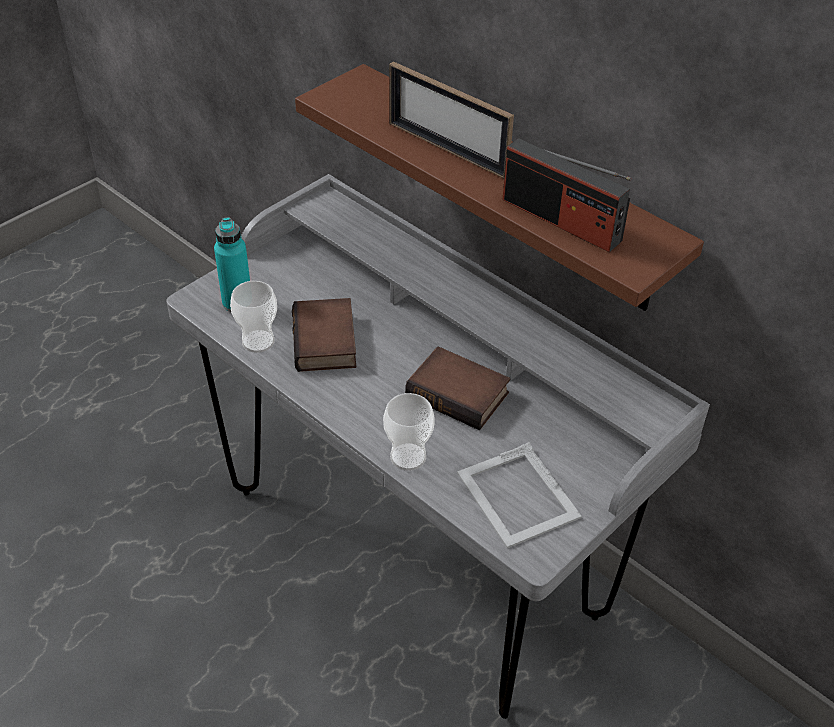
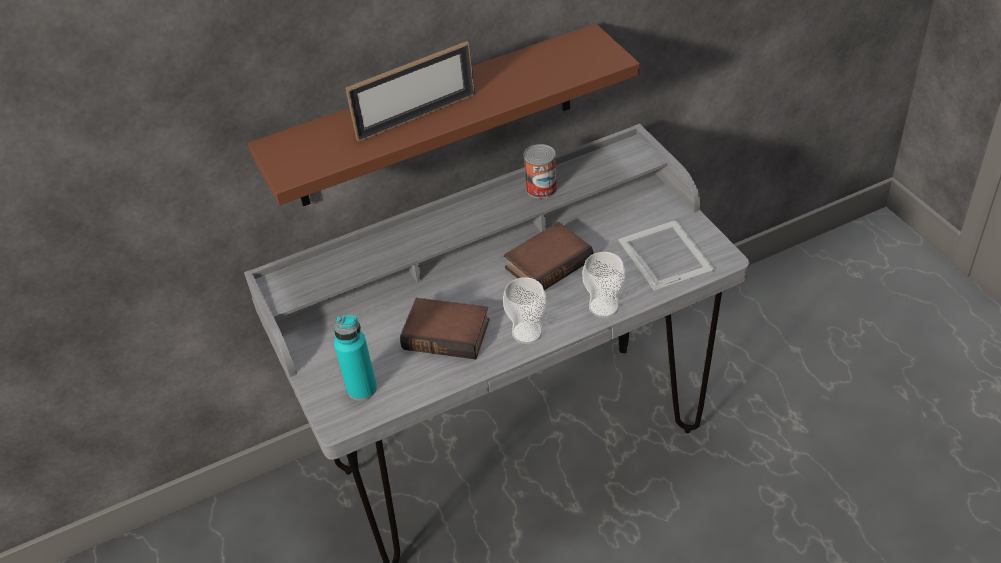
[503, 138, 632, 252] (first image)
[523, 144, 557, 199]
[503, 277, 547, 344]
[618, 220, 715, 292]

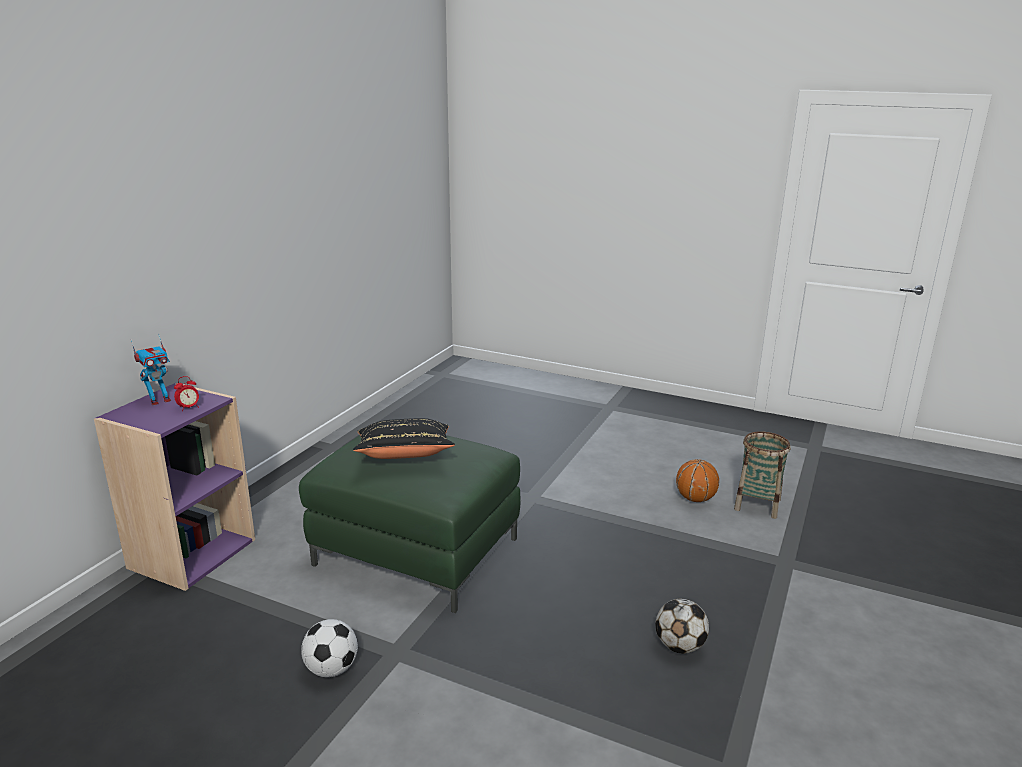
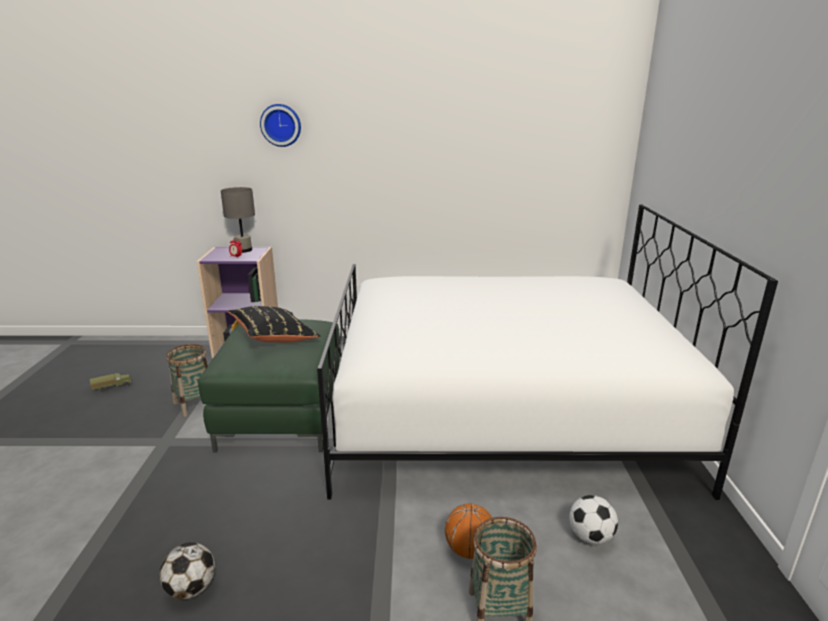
[90, 373, 131, 392]
[166, 344, 208, 417]
[260, 104, 301, 147]
[317, 205, 778, 500]
[569, 495, 618, 545]
[221, 187, 255, 253]

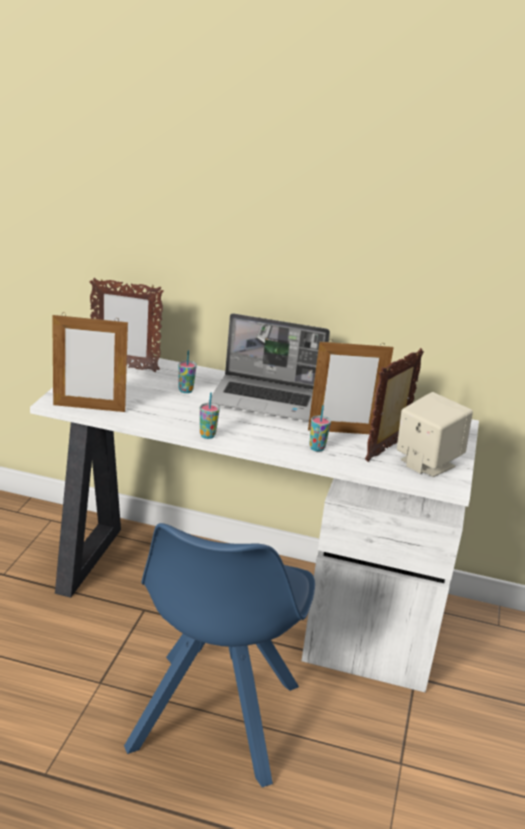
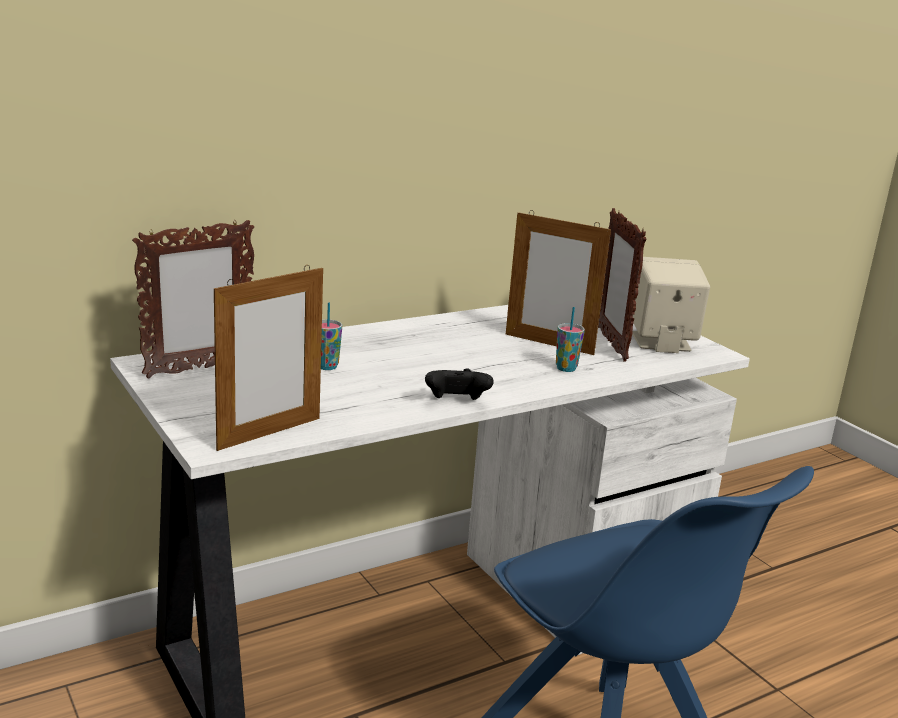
[209, 313, 330, 421] (first image)
[425, 368, 493, 400]
[506, 210, 611, 355]

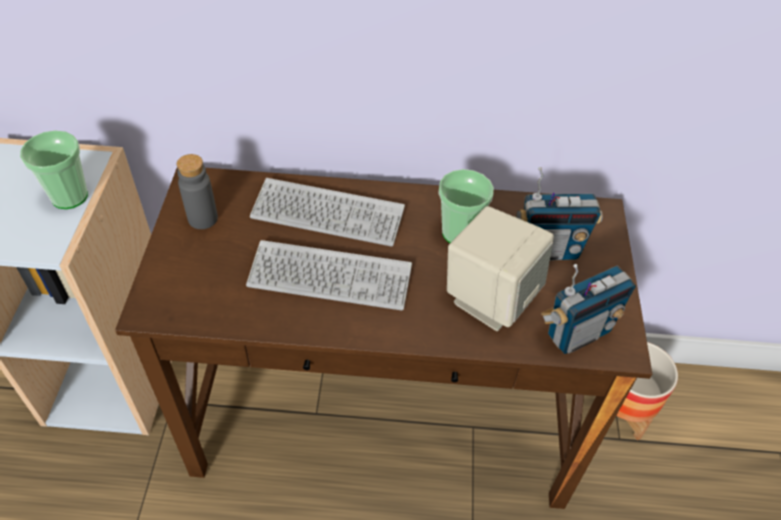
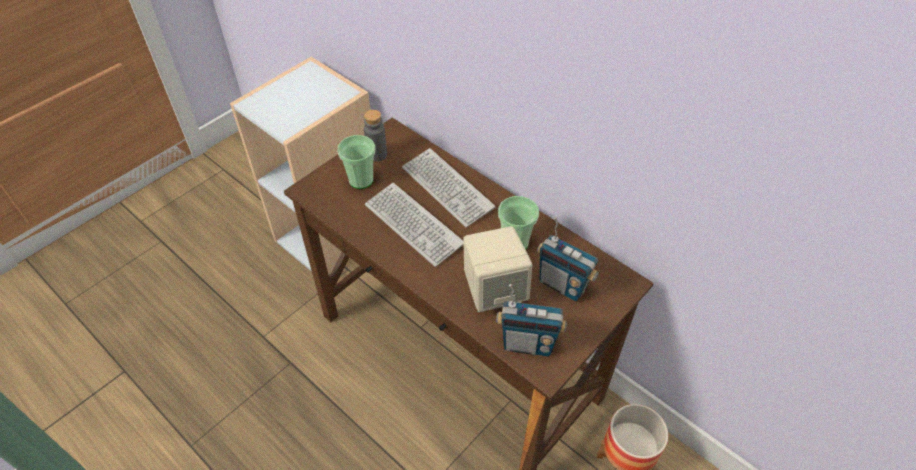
[337, 135, 375, 189]

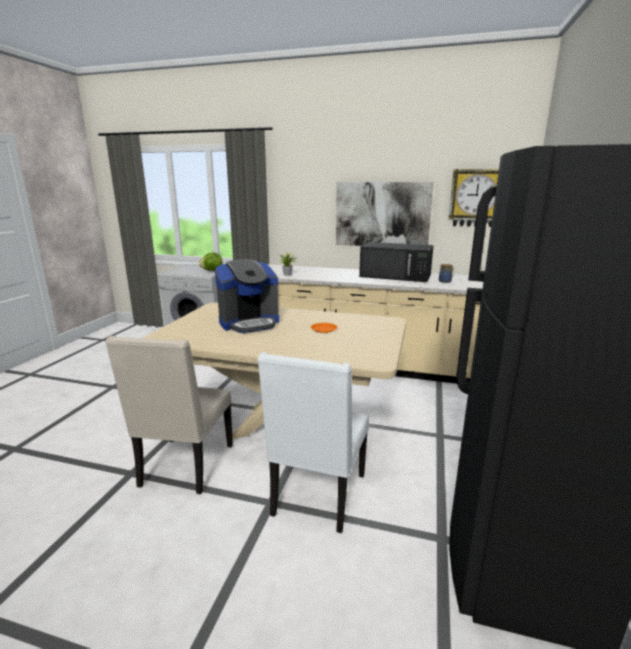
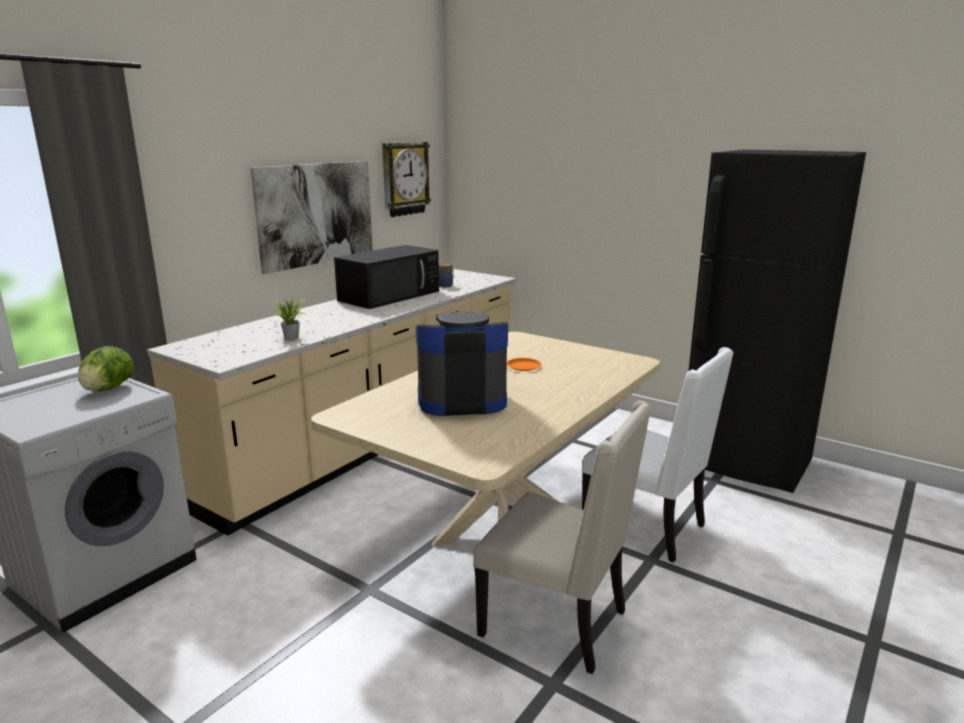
[416, 312, 508, 416]

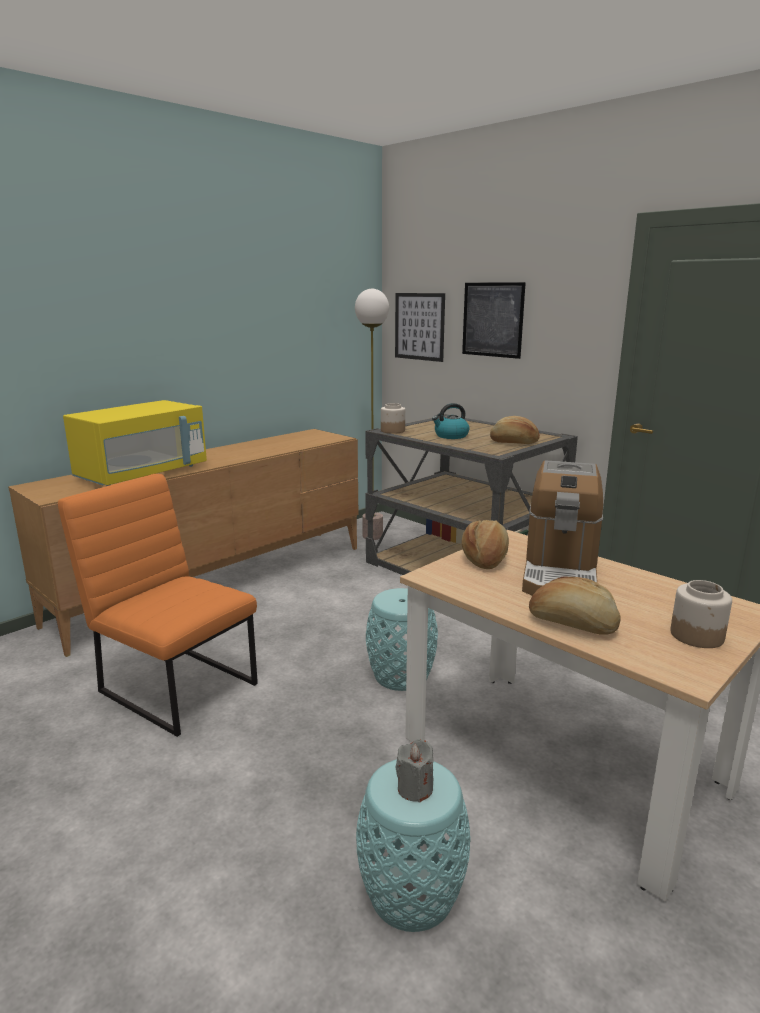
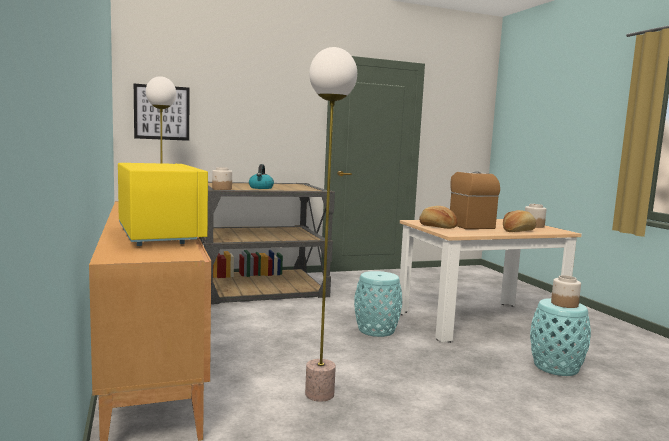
[462, 282, 526, 359] (first image)
[490, 416, 540, 444] (first image)
[305, 47, 357, 402]
[551, 275, 581, 308]
[450, 171, 500, 229]

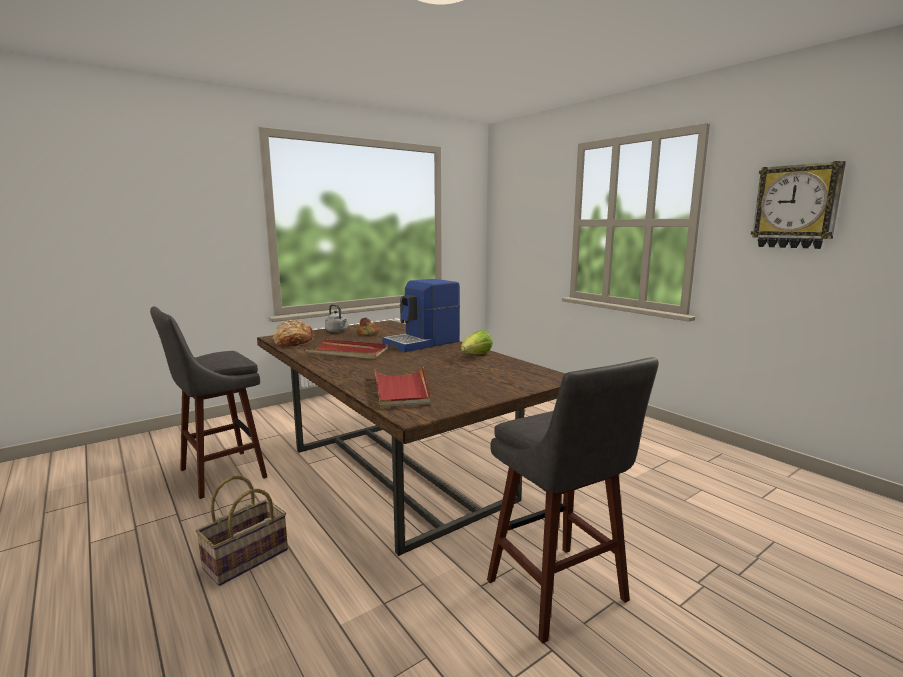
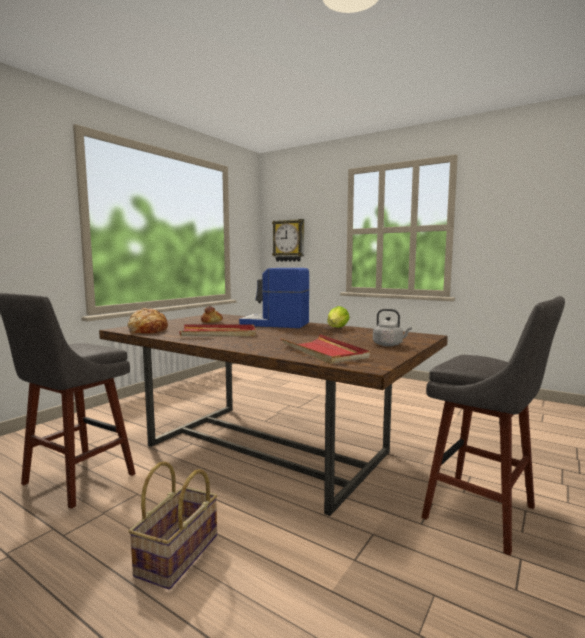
[373, 309, 412, 346]
[272, 219, 304, 261]
[239, 268, 310, 328]

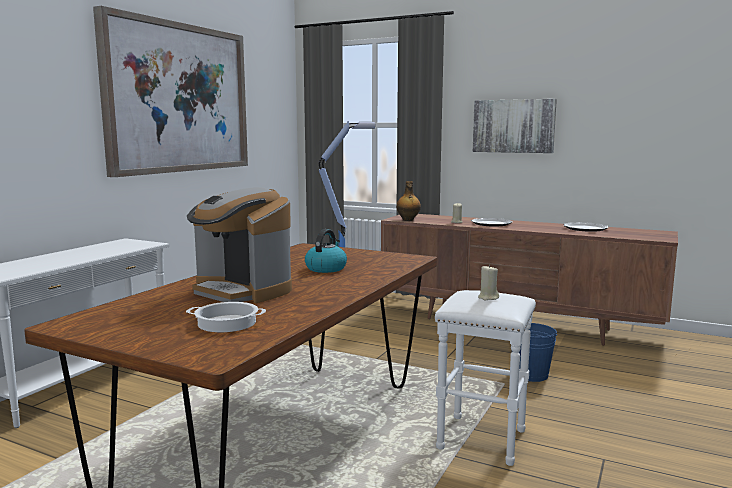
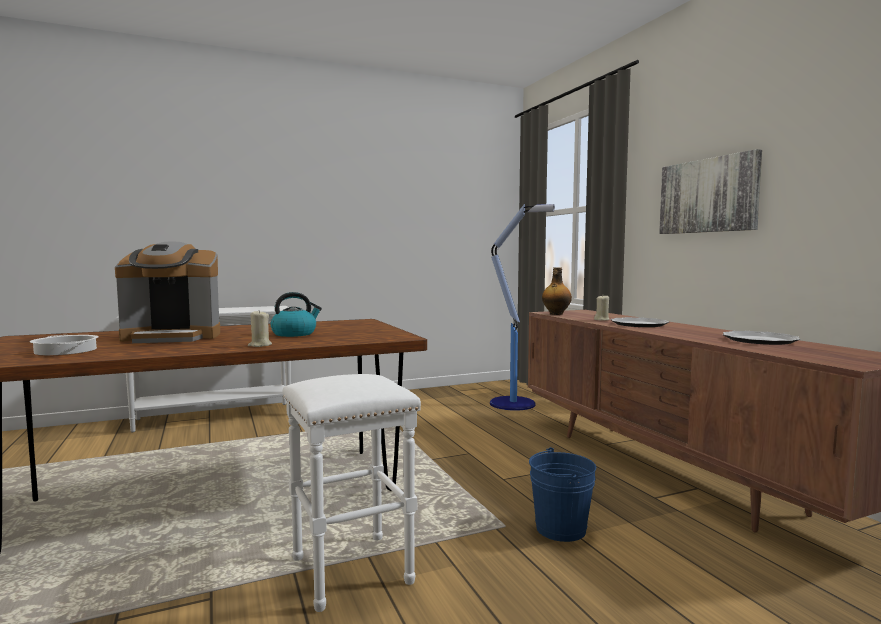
[93, 6, 248, 177] (first image)
[248, 310, 272, 347]
[115, 242, 220, 343]

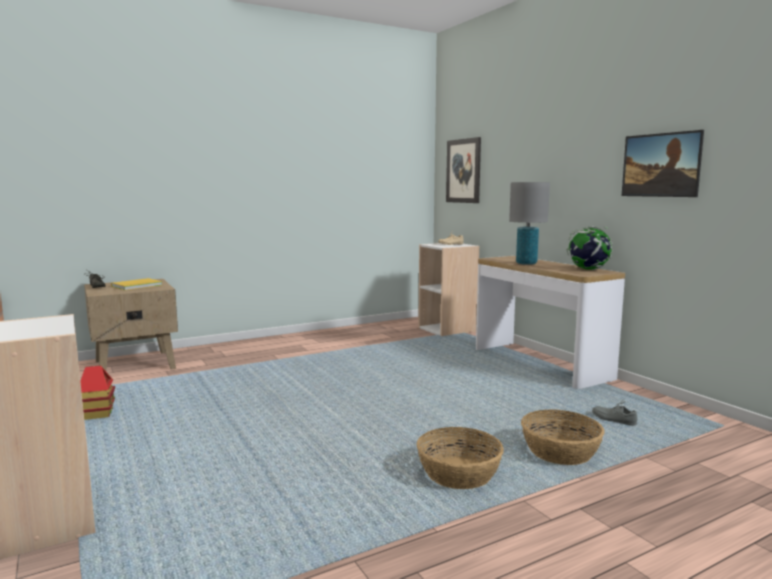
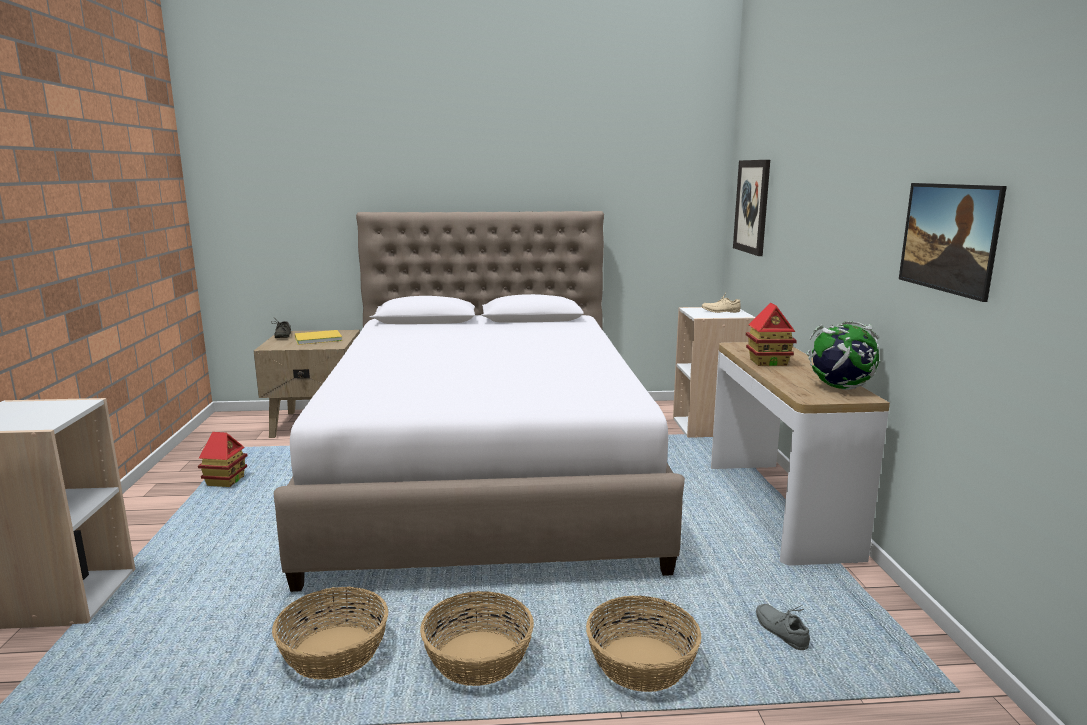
[272, 587, 388, 680]
[274, 211, 685, 592]
[746, 303, 797, 366]

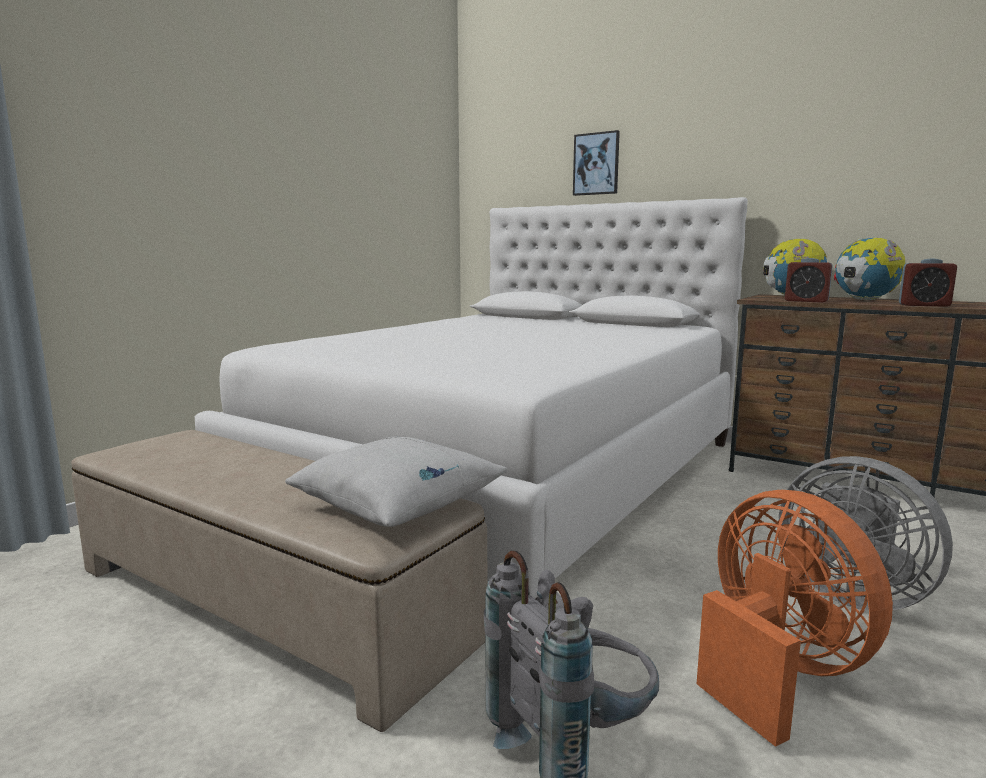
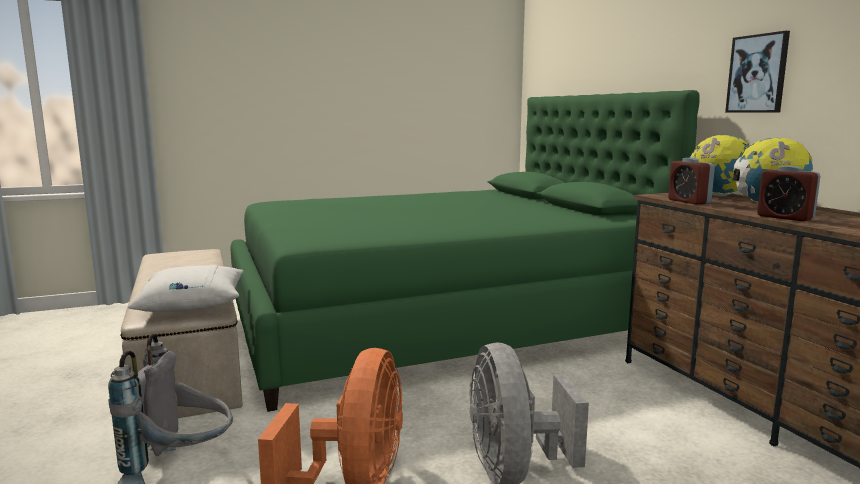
[725, 31, 790, 112]
[230, 90, 700, 412]

